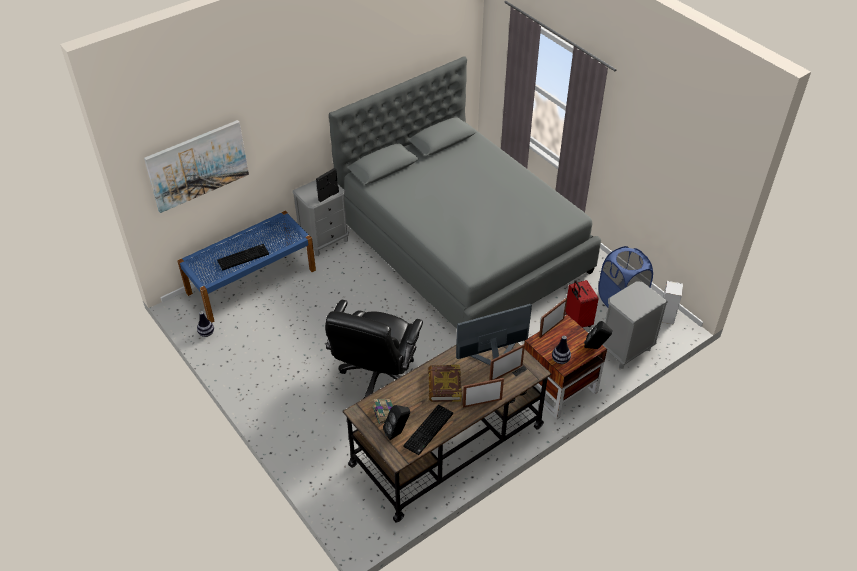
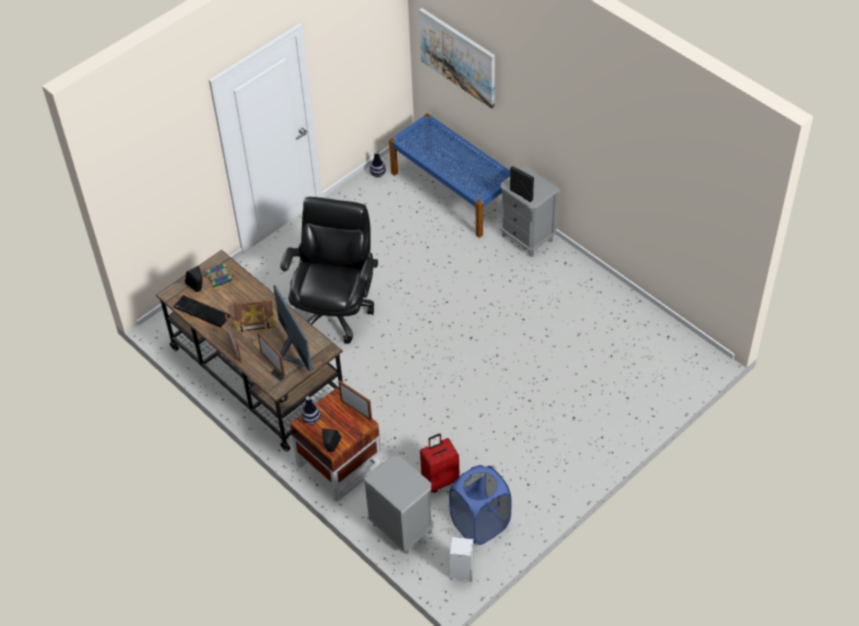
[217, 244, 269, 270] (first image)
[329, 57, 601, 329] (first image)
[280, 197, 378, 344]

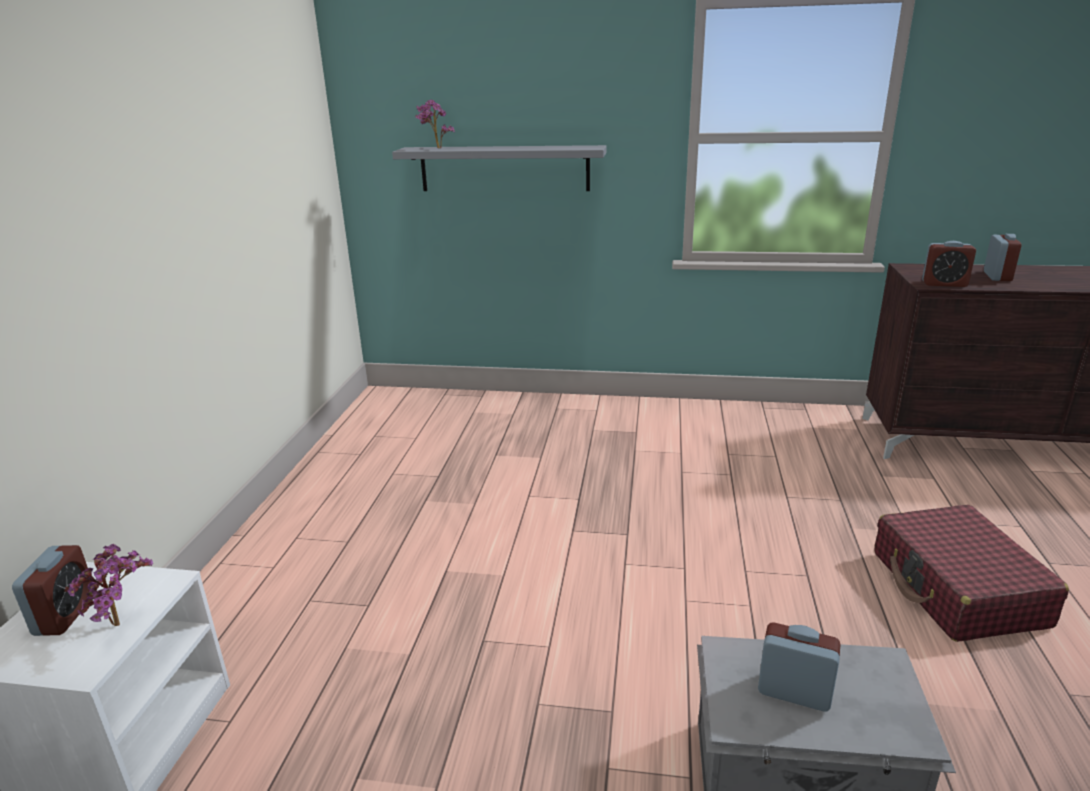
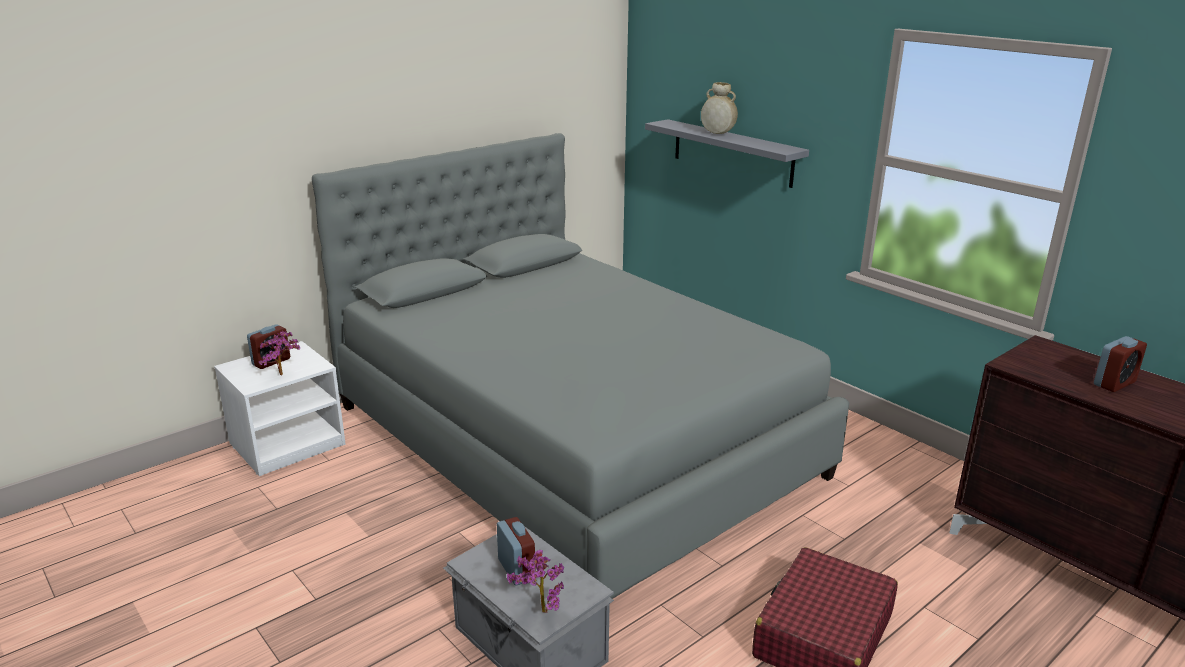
[922, 241, 976, 287] (first image)
[312, 133, 849, 599]
[701, 82, 738, 134]
[507, 550, 564, 613]

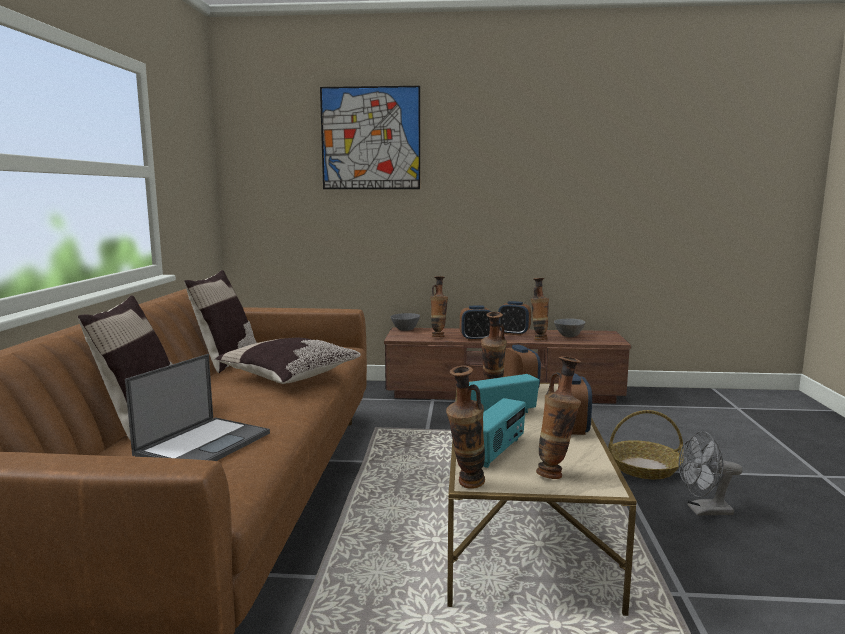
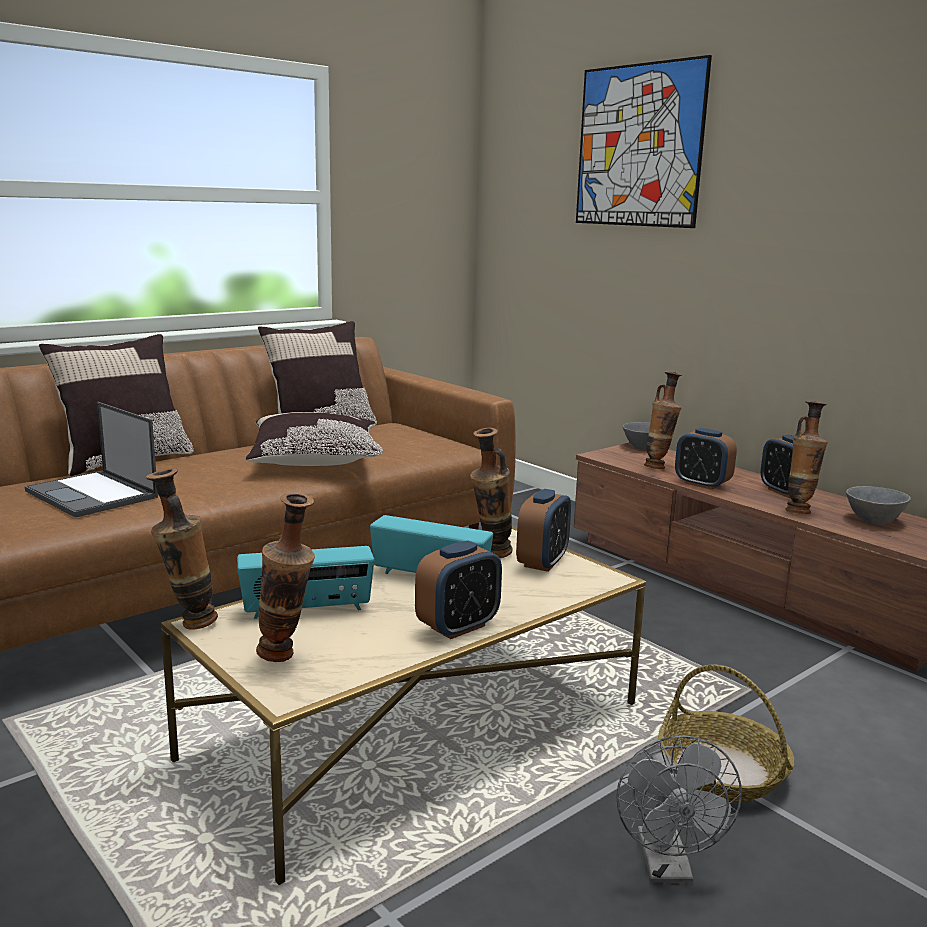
[25, 402, 158, 518]
[616, 735, 742, 883]

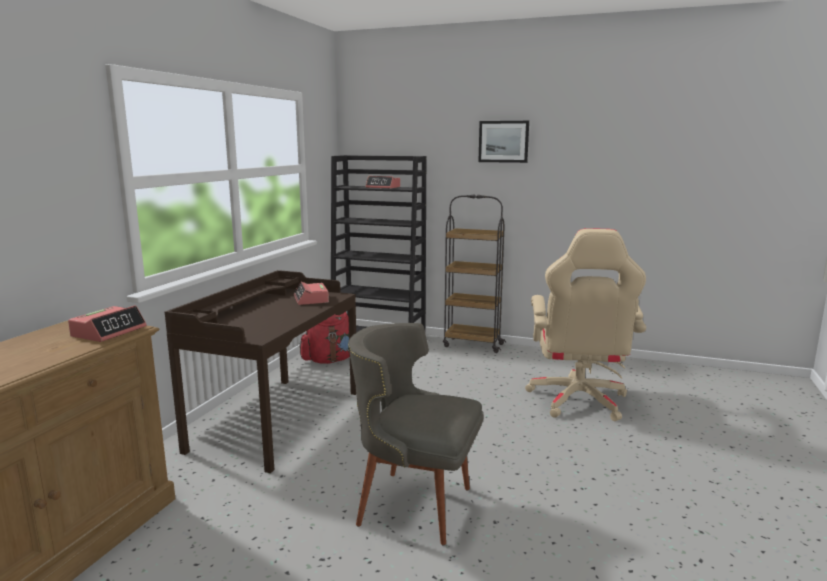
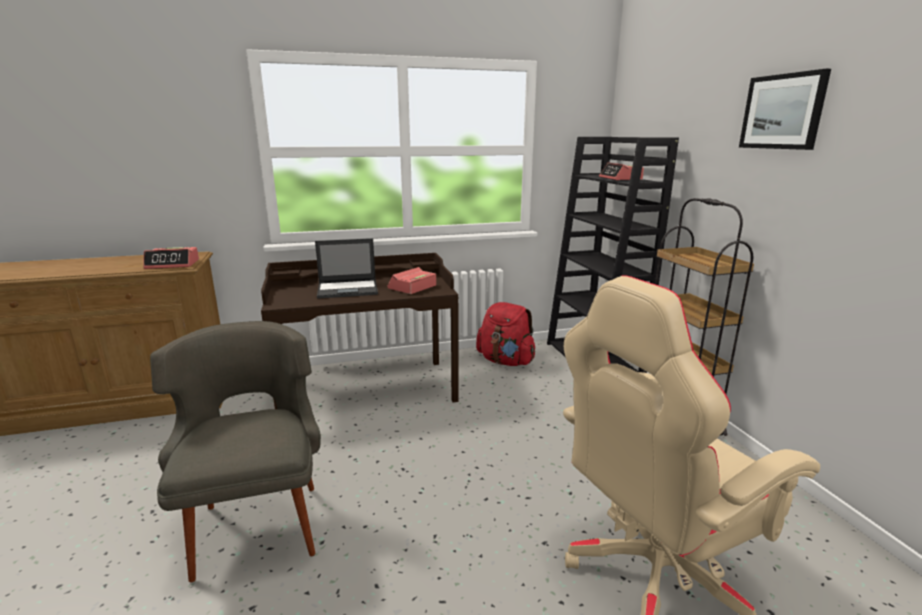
[315, 238, 378, 299]

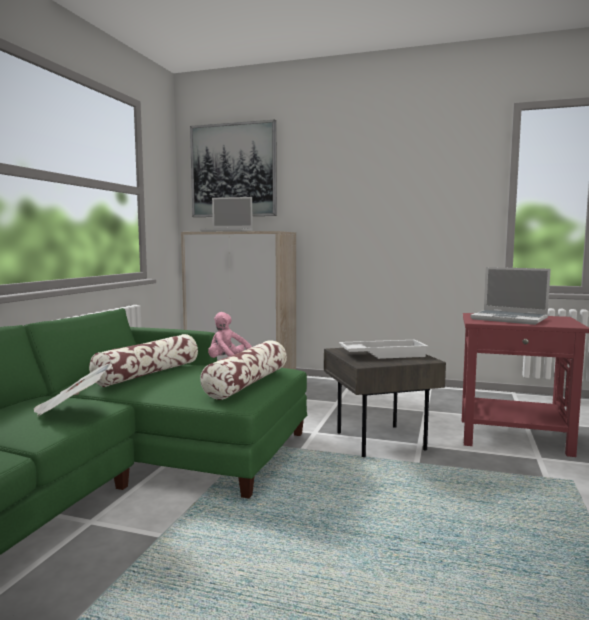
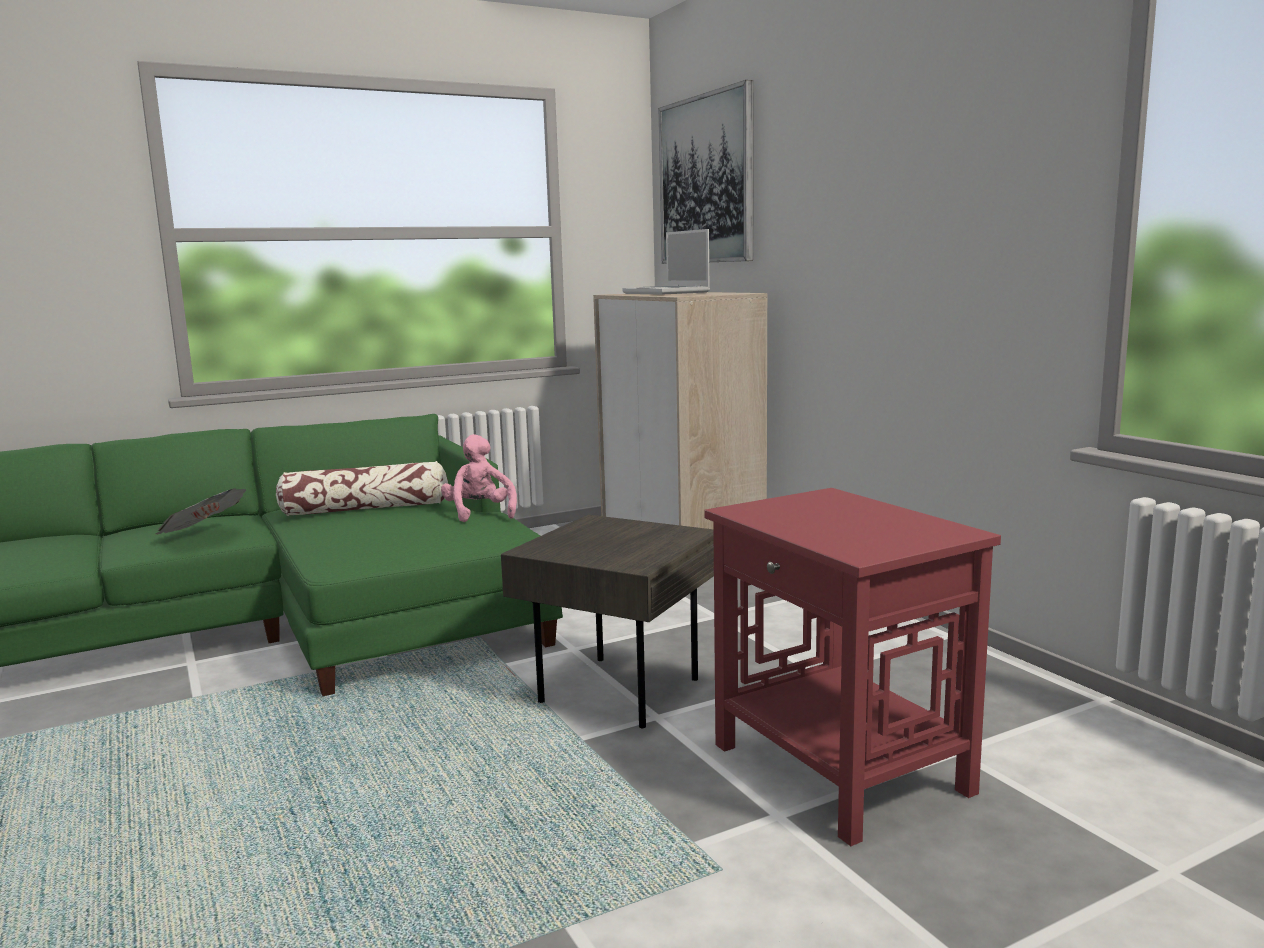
[200, 340, 287, 400] (first image)
[339, 340, 429, 359] (first image)
[470, 267, 551, 325] (first image)

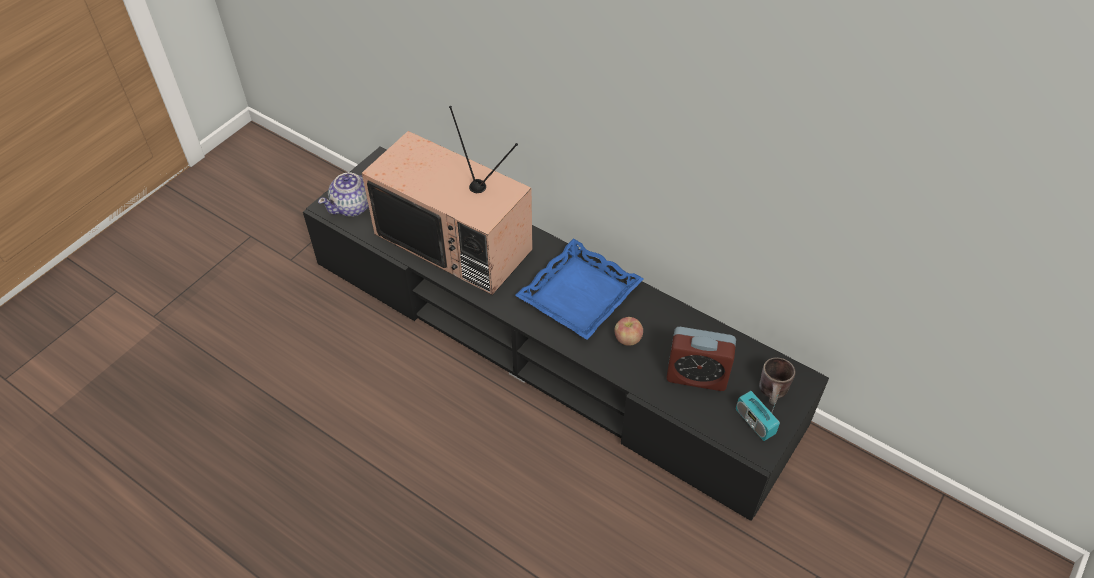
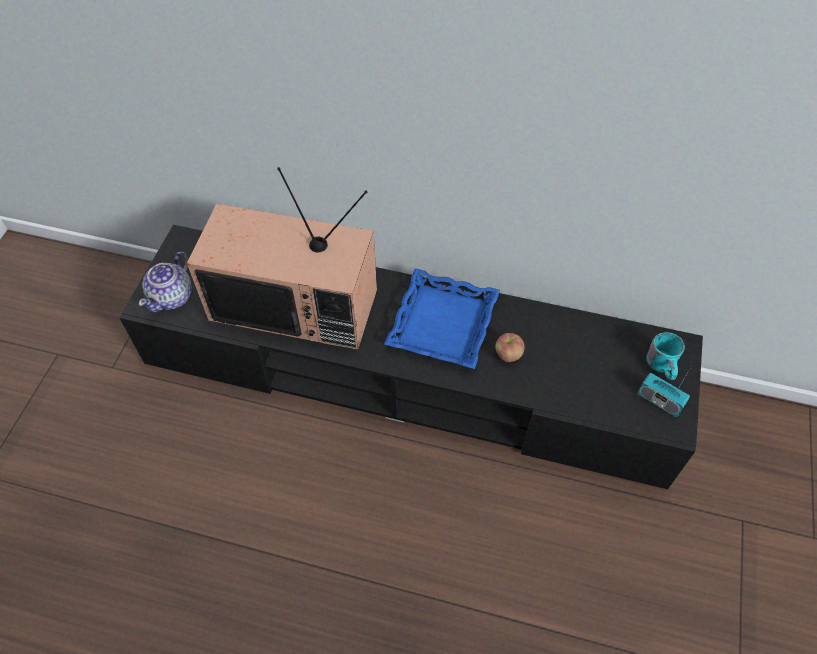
[666, 327, 736, 391] (first image)
[646, 332, 685, 380]

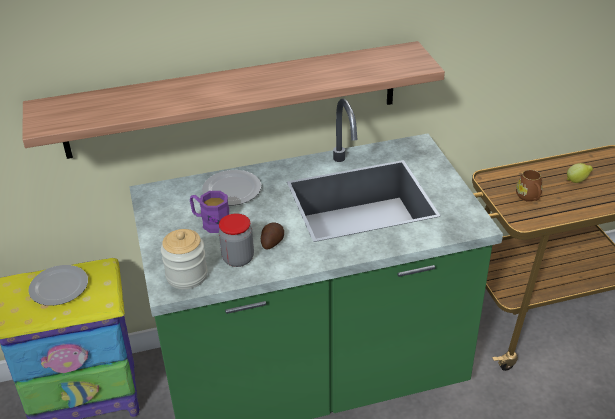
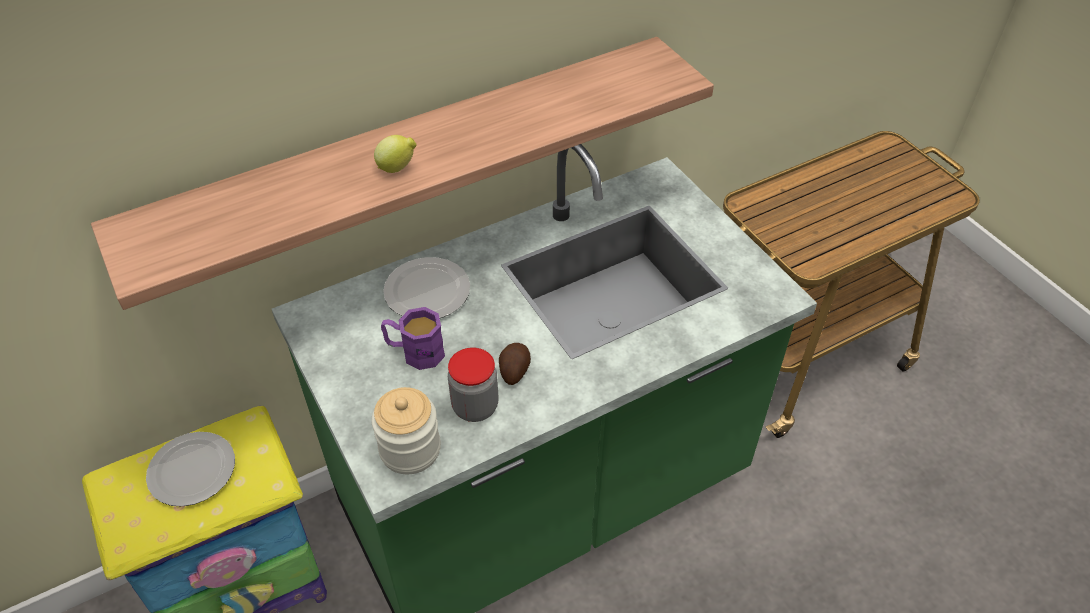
[516, 170, 542, 202] (first image)
[374, 135, 417, 173]

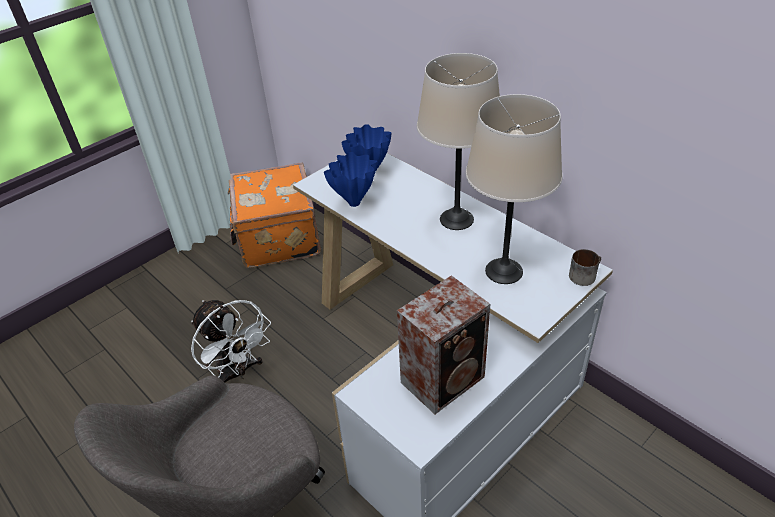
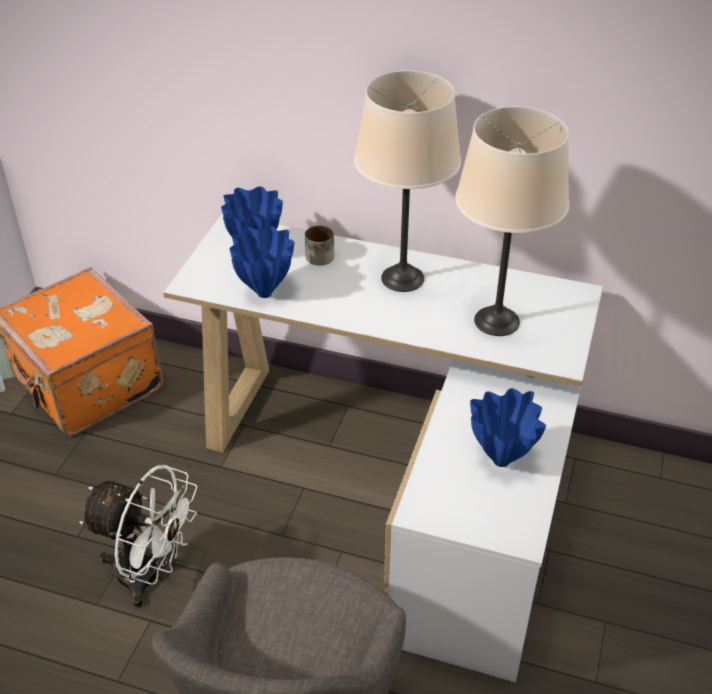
[305, 225, 334, 266]
[470, 388, 546, 467]

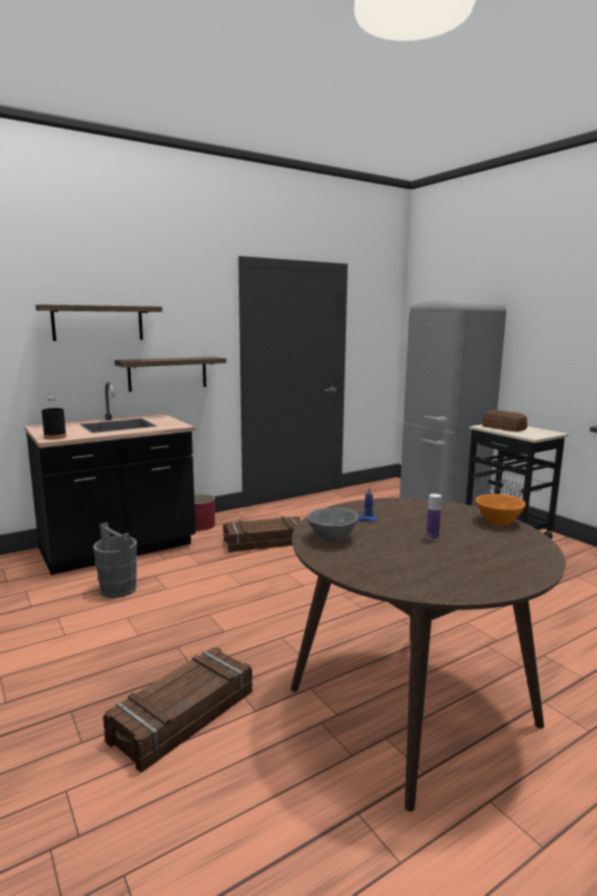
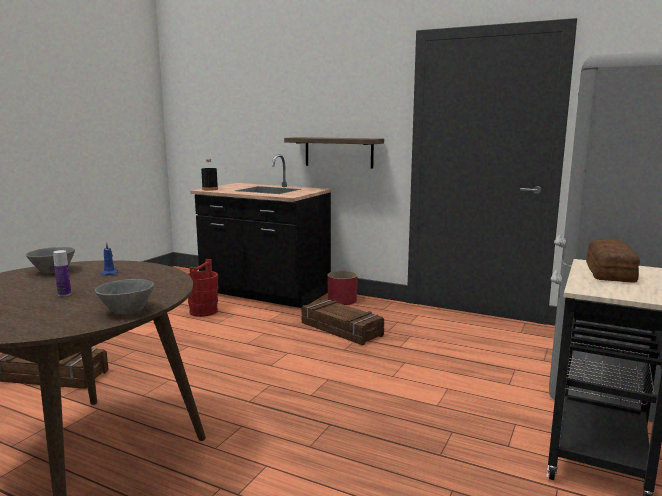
[35, 304, 162, 341] (first image)
[188, 259, 218, 317]
[95, 279, 154, 315]

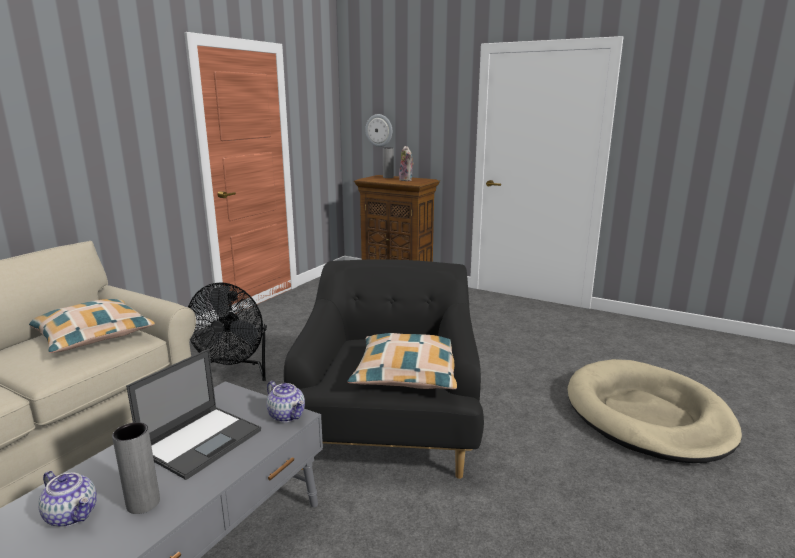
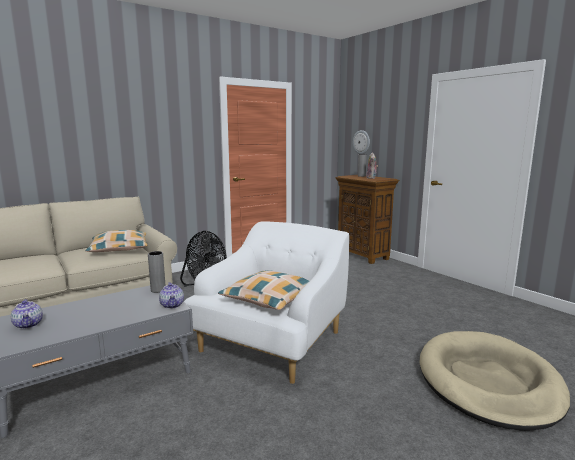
[126, 349, 261, 480] (first image)
[148, 251, 166, 293]
[184, 221, 349, 384]

